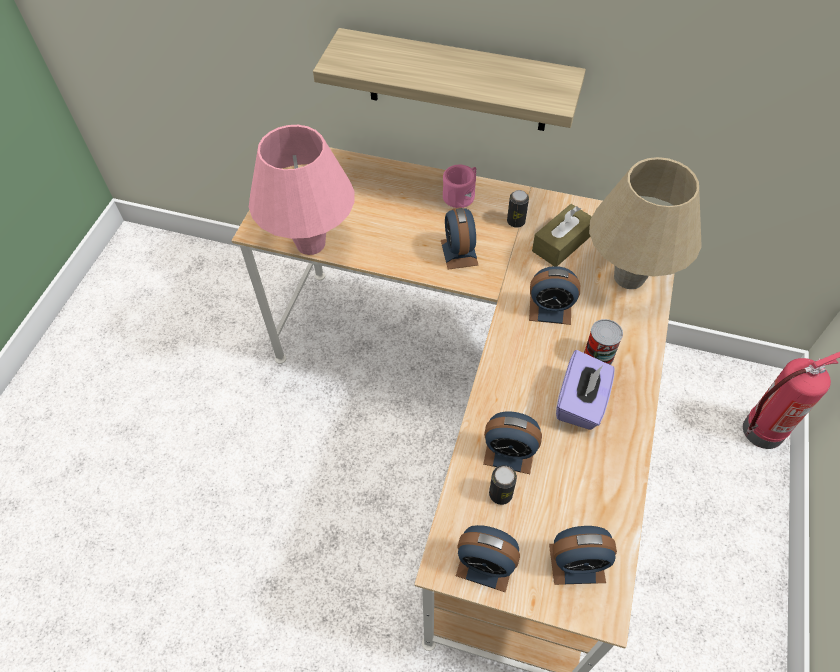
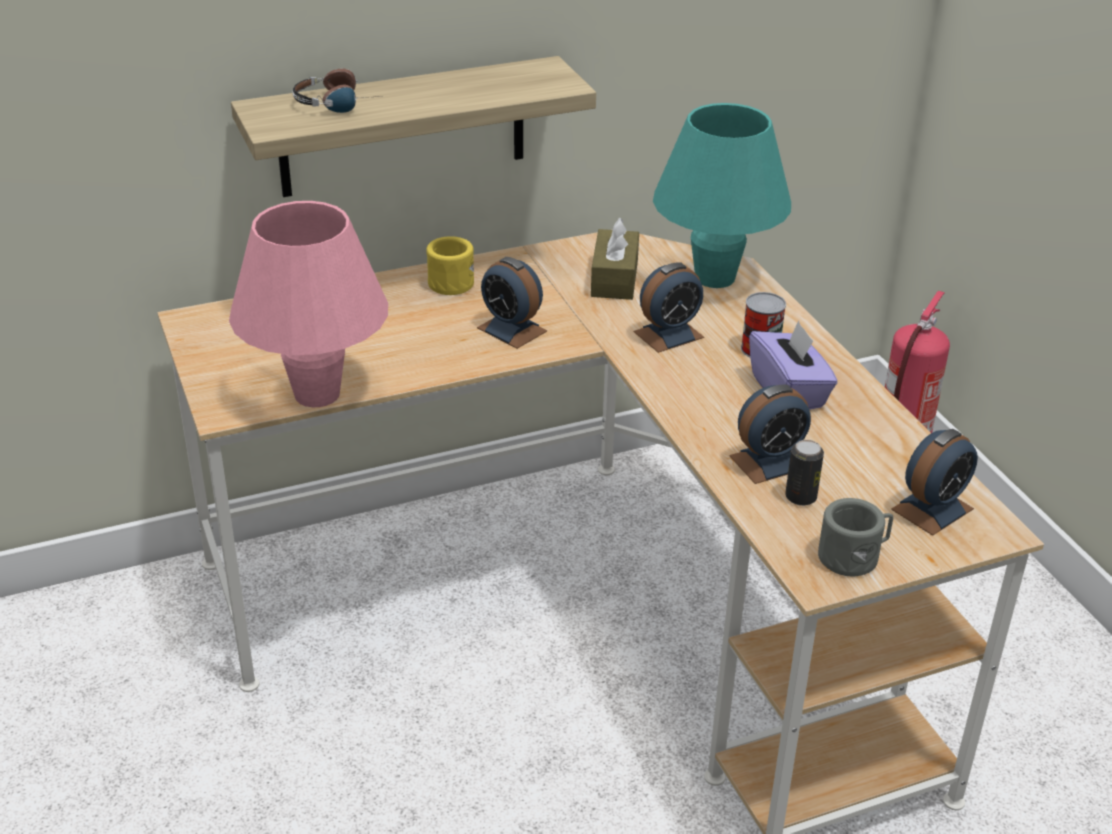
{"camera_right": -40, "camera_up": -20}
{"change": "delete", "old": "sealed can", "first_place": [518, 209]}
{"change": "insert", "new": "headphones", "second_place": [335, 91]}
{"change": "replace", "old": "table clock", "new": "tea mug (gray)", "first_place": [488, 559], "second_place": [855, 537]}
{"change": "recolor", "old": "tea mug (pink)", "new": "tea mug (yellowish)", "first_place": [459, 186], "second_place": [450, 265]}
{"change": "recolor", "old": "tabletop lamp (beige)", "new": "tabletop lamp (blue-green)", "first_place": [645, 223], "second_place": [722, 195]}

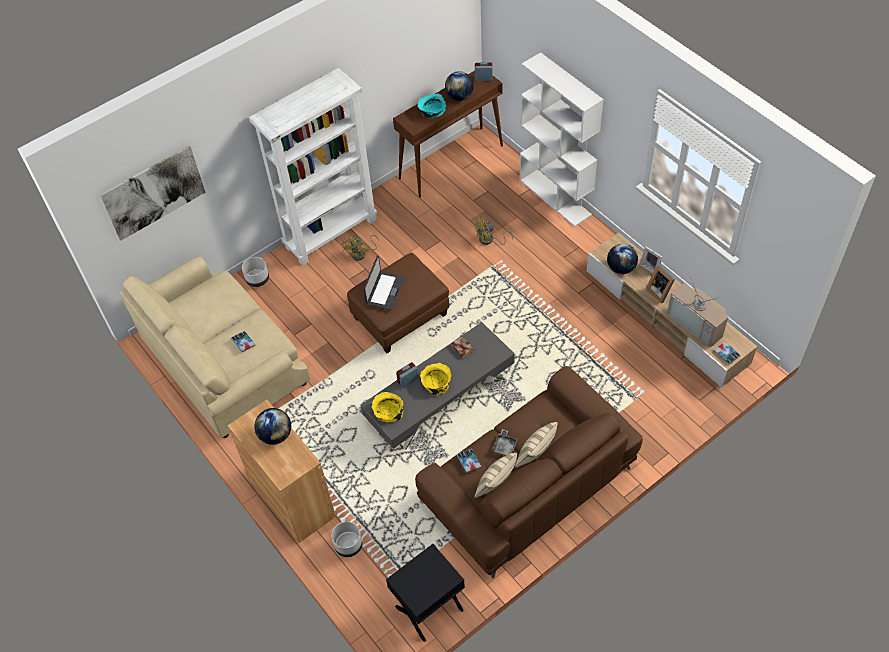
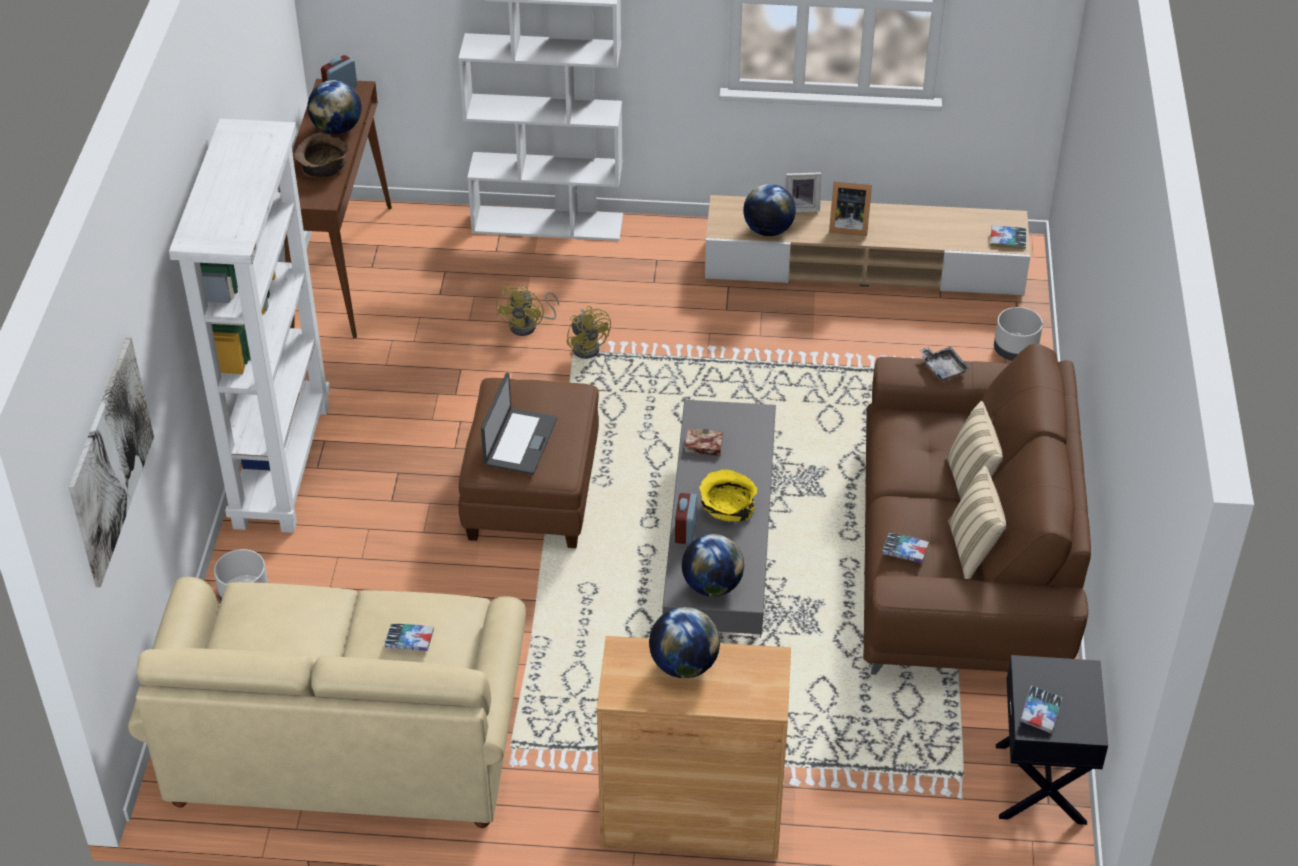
{"camera_right": -50, "camera_up": -10}
{"change": "delete", "old": "television", "first_place": [698, 312]}
{"change": "insert", "new": "bound book", "second_place": [1041, 709]}
{"change": "move", "old": "plant pot (gray)", "first_place": [347, 539], "second_place": [1018, 334]}
{"change": "move", "old": "cooling fan (yellowish)", "first_place": [361, 248], "second_place": [589, 332]}
{"change": "move", "old": "serving tray (gray)", "first_place": [505, 442], "second_place": [944, 364]}
{"change": "replace", "old": "serving bowl (yellowish)", "new": "desk globe", "first_place": [387, 407], "second_place": [713, 565]}
{"change": "recolor", "old": "serving bowl (blue-green)", "new": "serving bowl (brown)", "first_place": [432, 106], "second_place": [321, 154]}
{"change": "rotate", "old": "notebook computer", "first_place": [384, 282], "second_place": [519, 424], "degrees": 45}

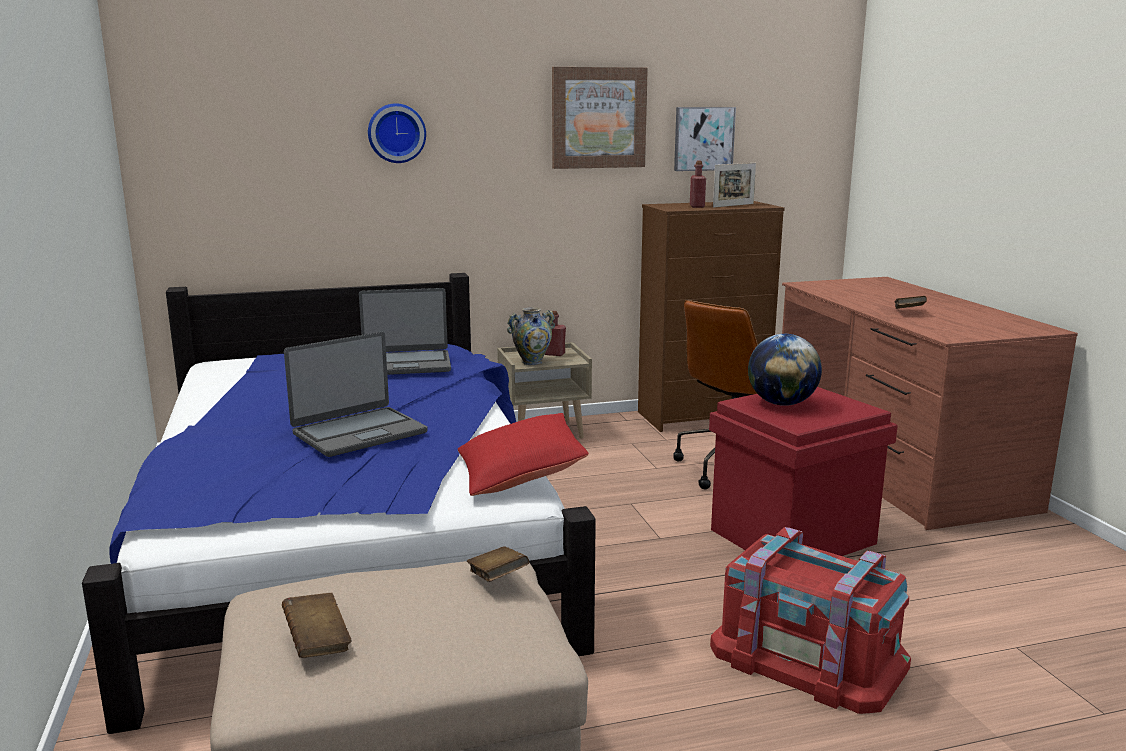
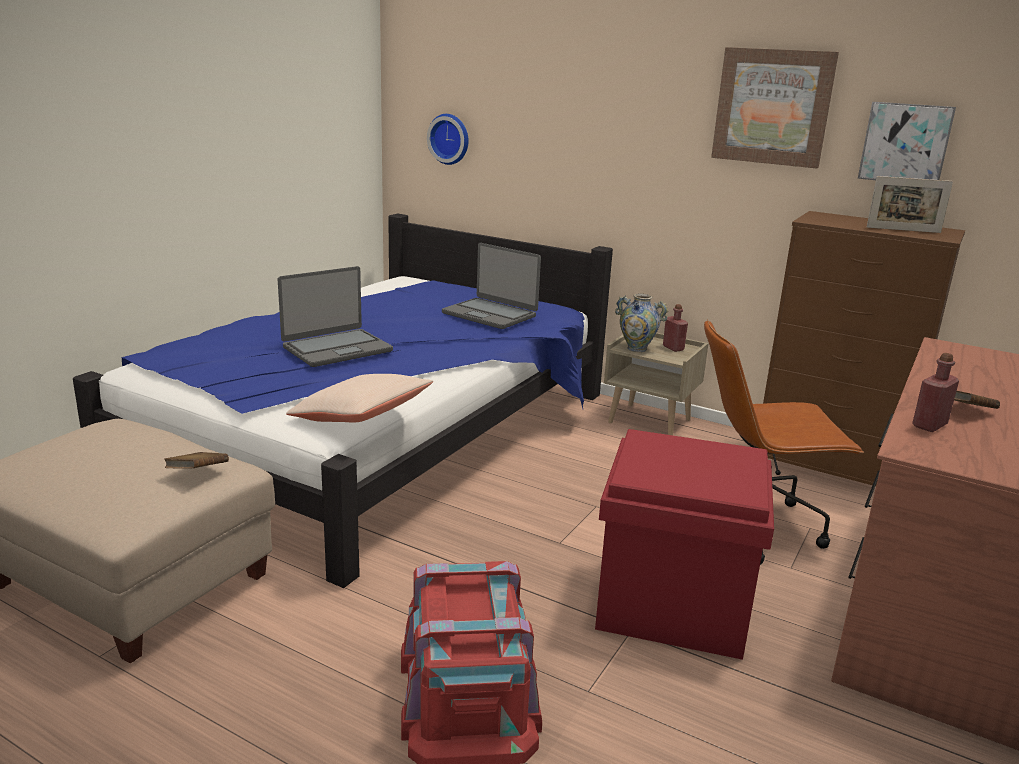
{"camera_right": 45, "camera_up": 5}
{"change": "delete", "old": "bound book (brown)", "first_place": [316, 625]}
{"change": "delete", "old": "desk globe", "first_place": [785, 370]}
{"change": "move", "old": "hanging clock", "first_place": [397, 133], "second_place": [447, 139]}
{"change": "move", "old": "drink bottle (red-coloured)", "first_place": [698, 184], "second_place": [935, 392]}
{"change": "recolor", "old": "throw pillow (red-coloured)", "new": "throw pillow (beige)", "first_place": [523, 454], "second_place": [359, 398]}
{"change": "rotate", "old": "notebook computer", "first_place": [356, 394], "second_place": [335, 316], "degrees": -45}

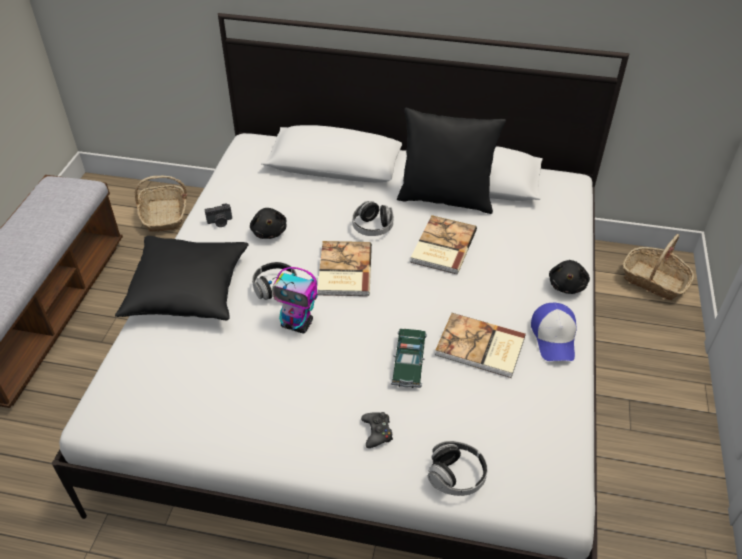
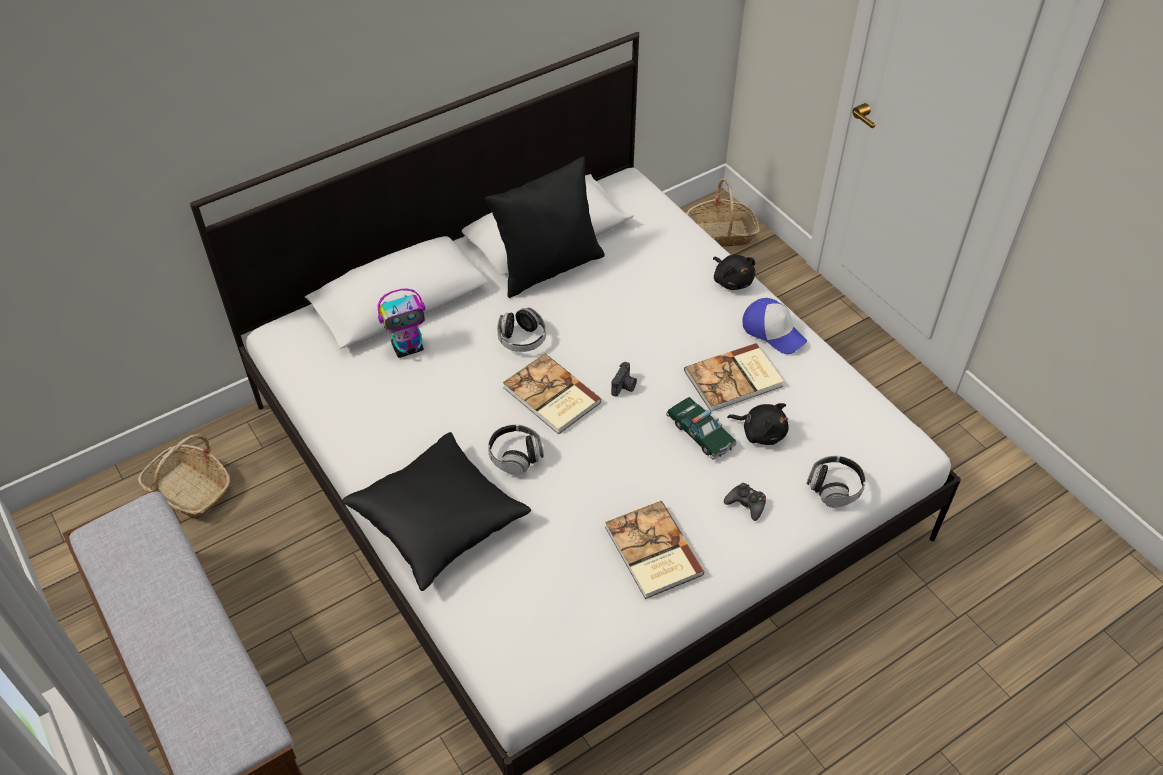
{"camera_right": -45, "camera_up": 5}
{"change": "move", "old": "still camera", "first_place": [218, 215], "second_place": [624, 379]}
{"change": "move", "old": "plush toy (black-coloured)", "first_place": [268, 223], "second_place": [757, 424]}
{"change": "move", "old": "toy robot", "first_place": [293, 300], "second_place": [402, 323]}
{"change": "move", "old": "bound book", "first_place": [443, 244], "second_place": [655, 550]}

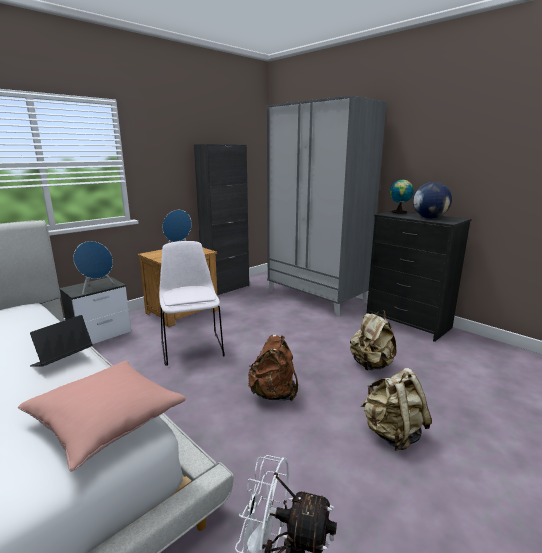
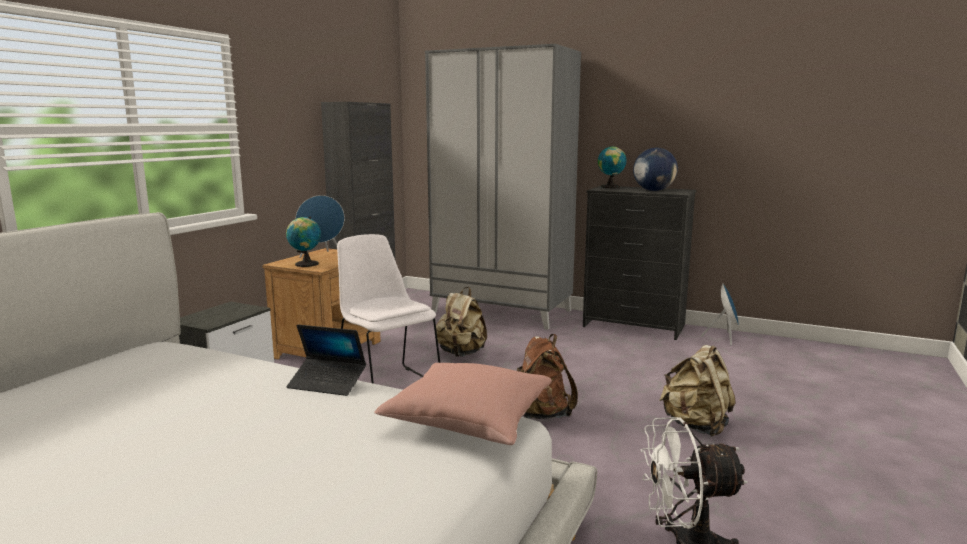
{"camera_right": -20, "camera_up": -5}
{"change": "insert", "new": "desk globe", "second_place": [303, 242]}
{"change": "move", "old": "loudspeaker (blue)", "first_place": [94, 267], "second_place": [720, 315]}
{"change": "move", "old": "knapsack (beige)", "first_place": [373, 340], "second_place": [461, 322]}
{"change": "rotate", "old": "notebook computer", "first_place": [61, 341], "second_place": [326, 360], "degrees": -90}

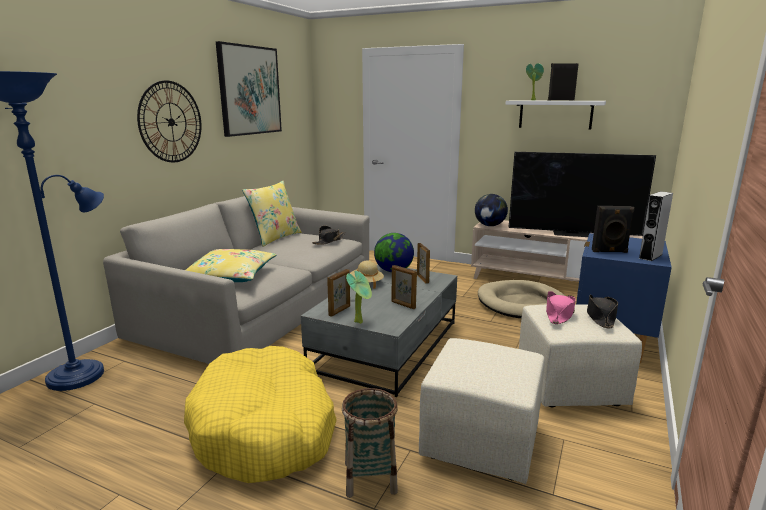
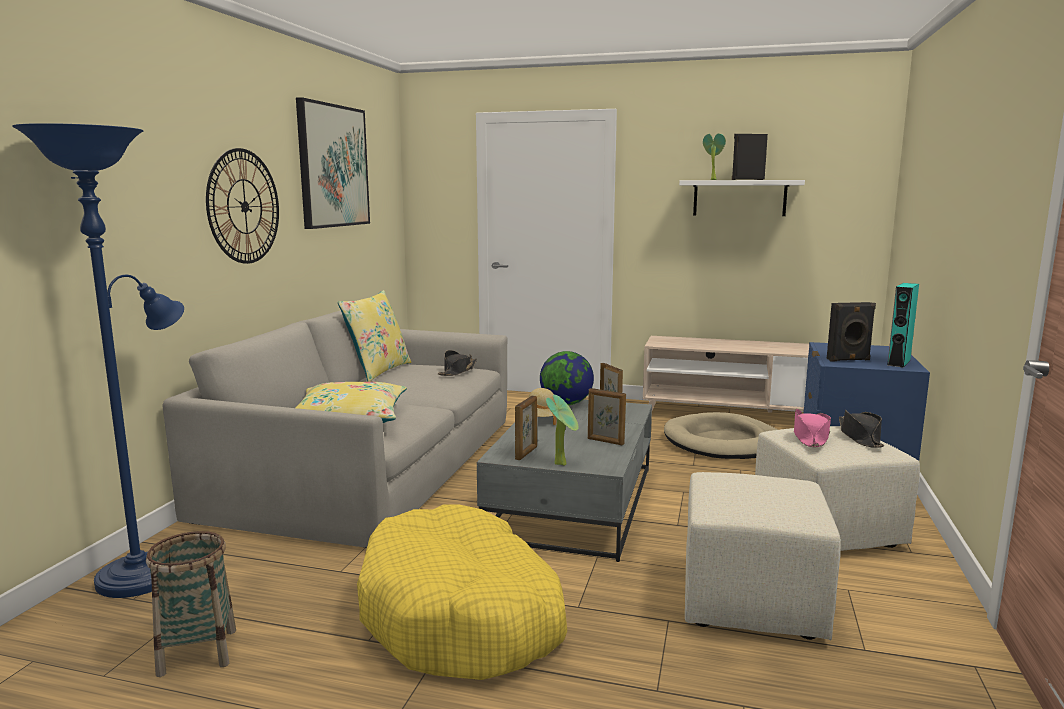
{"camera_right": -10, "camera_up": -5}
{"change": "delete", "old": "desk globe", "first_place": [491, 210]}
{"change": "delete", "old": "television", "first_place": [582, 194]}
{"change": "move", "old": "storage basket", "first_place": [370, 443], "second_place": [191, 604]}
{"change": "recolor", "old": "loudspeaker (gray)", "new": "loudspeaker (blue-green)", "first_place": [656, 226], "second_place": [903, 325]}

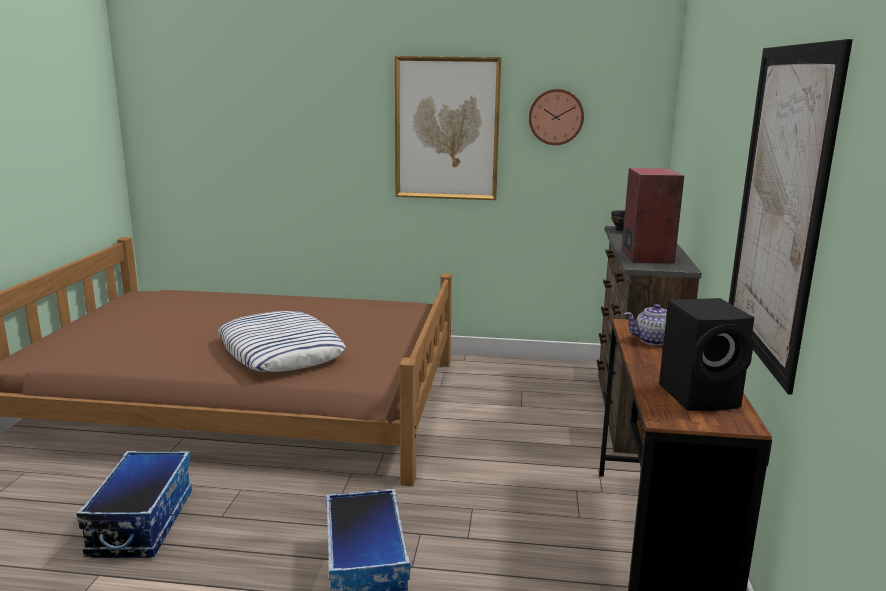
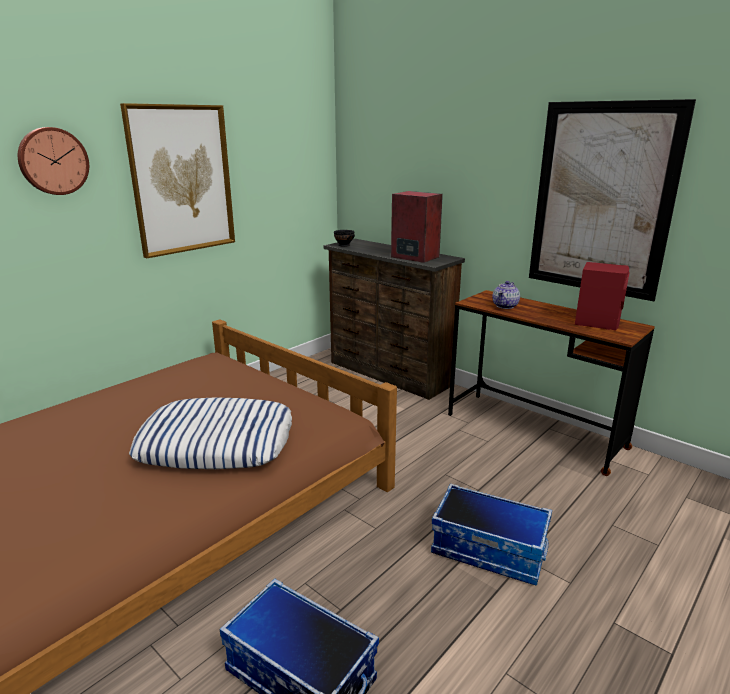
{"camera_right": -55, "camera_up": 5}
{"change": "move", "old": "hanging clock", "first_place": [556, 117], "second_place": [53, 161]}
{"change": "recolor", "old": "loudspeaker (black-coloured)", "new": "loudspeaker (red-coloured)", "first_place": [707, 354], "second_place": [602, 296]}

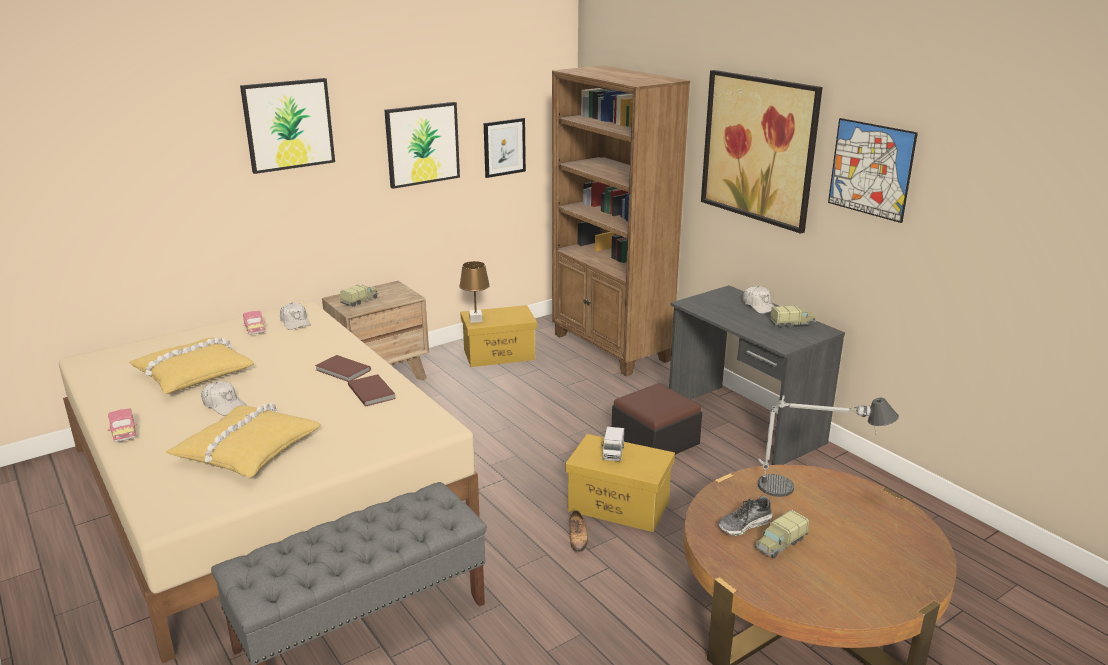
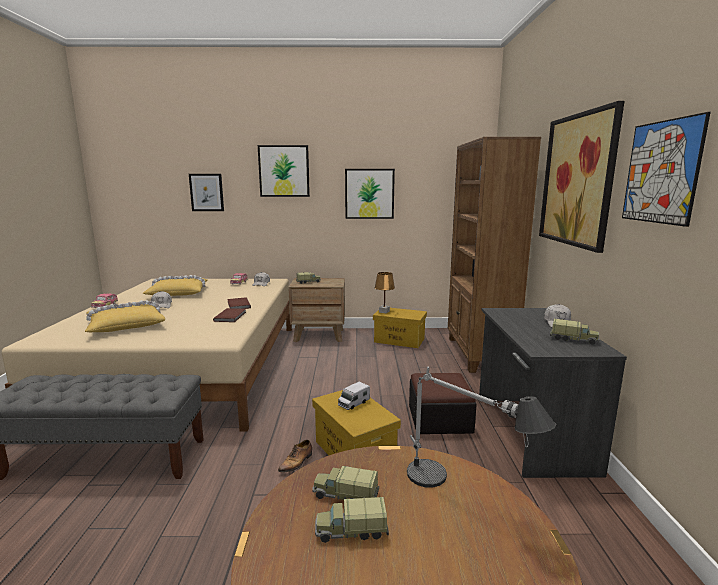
{"camera_right": 35, "camera_up": -10}
{"change": "move", "old": "wall picture", "first_place": [505, 148], "second_place": [206, 192]}
{"change": "replace", "old": "item of footwear", "new": "toy truck", "first_place": [745, 516], "second_place": [346, 483]}

